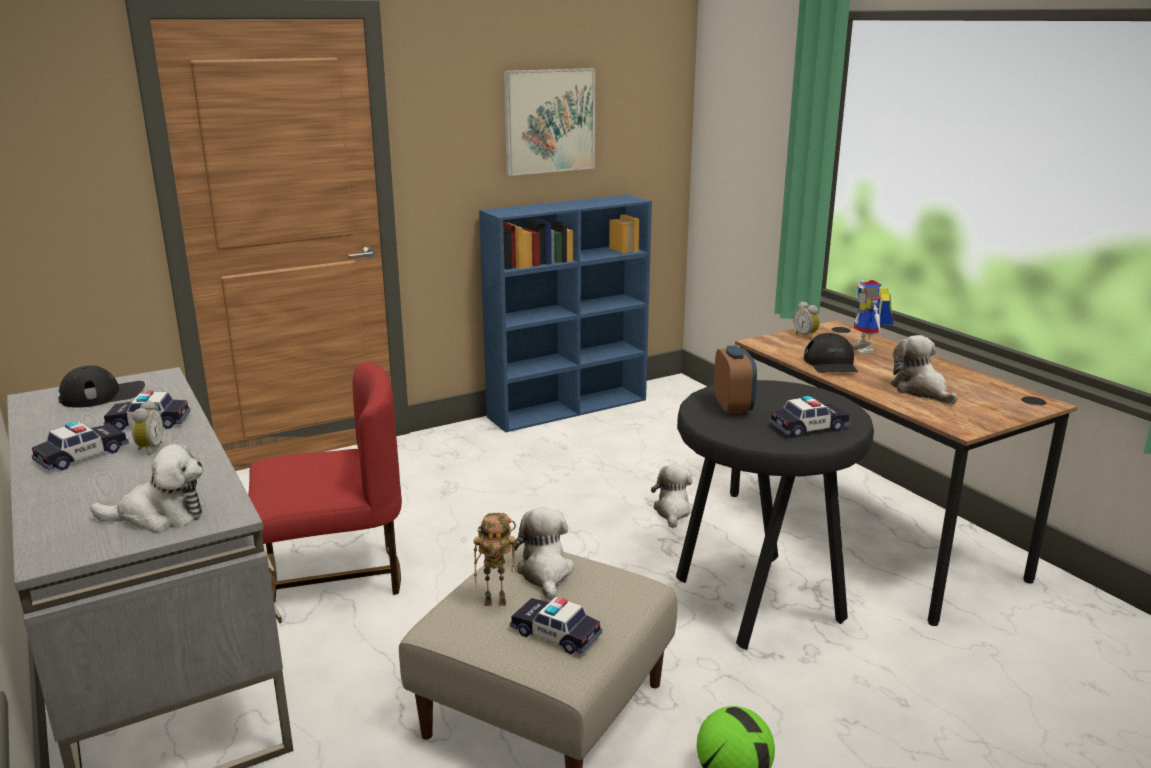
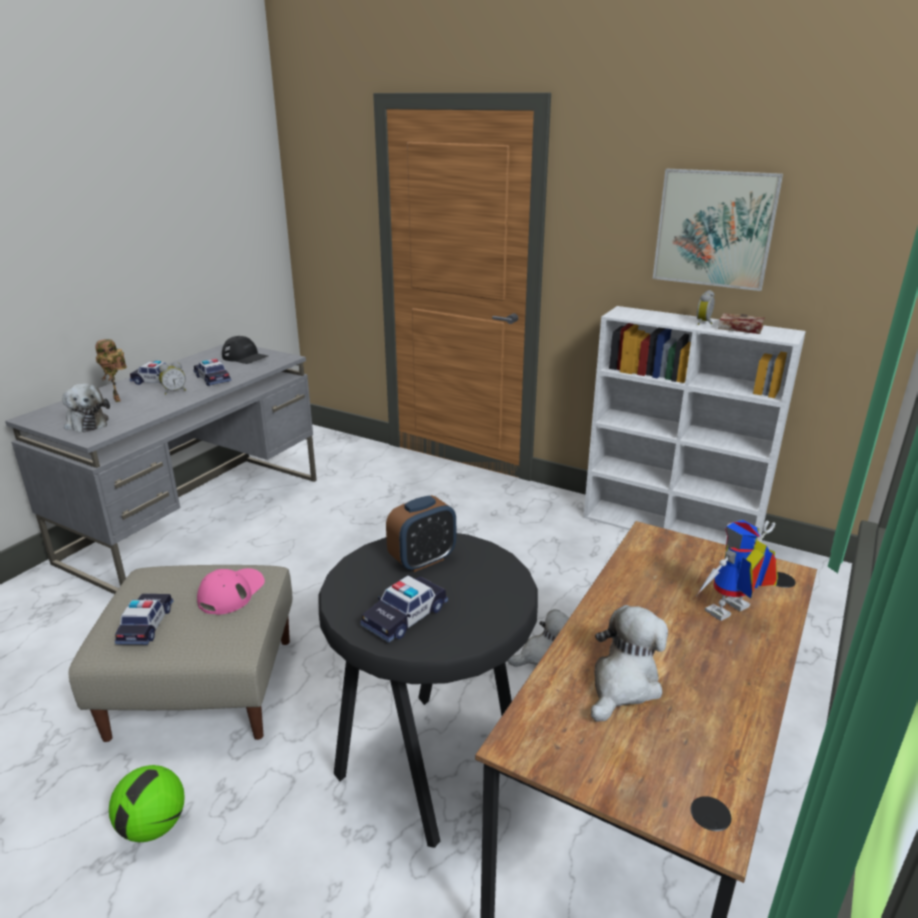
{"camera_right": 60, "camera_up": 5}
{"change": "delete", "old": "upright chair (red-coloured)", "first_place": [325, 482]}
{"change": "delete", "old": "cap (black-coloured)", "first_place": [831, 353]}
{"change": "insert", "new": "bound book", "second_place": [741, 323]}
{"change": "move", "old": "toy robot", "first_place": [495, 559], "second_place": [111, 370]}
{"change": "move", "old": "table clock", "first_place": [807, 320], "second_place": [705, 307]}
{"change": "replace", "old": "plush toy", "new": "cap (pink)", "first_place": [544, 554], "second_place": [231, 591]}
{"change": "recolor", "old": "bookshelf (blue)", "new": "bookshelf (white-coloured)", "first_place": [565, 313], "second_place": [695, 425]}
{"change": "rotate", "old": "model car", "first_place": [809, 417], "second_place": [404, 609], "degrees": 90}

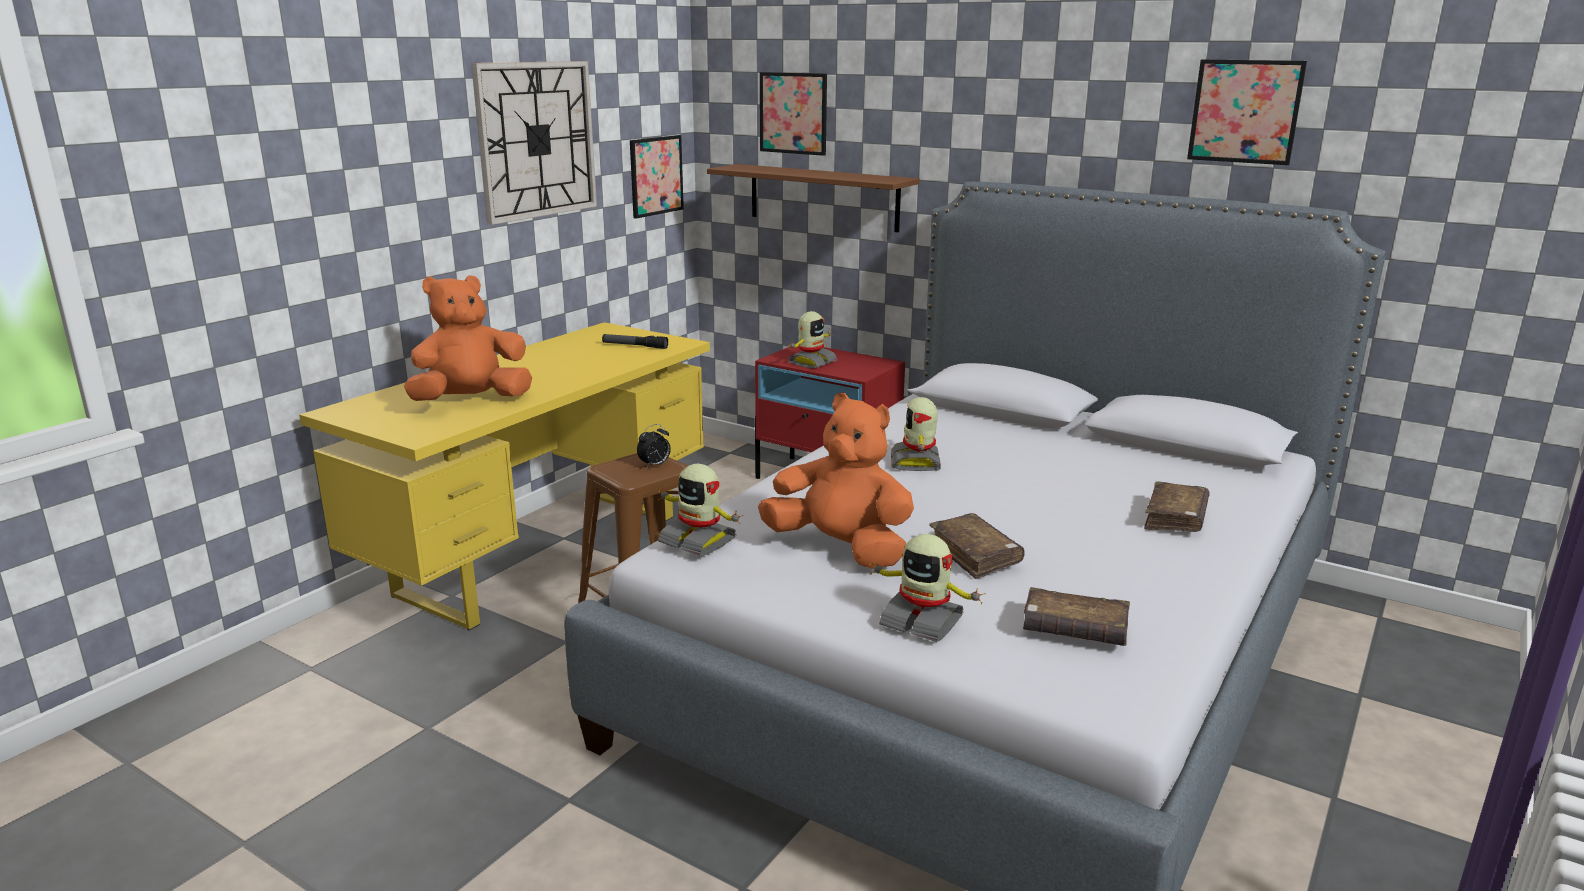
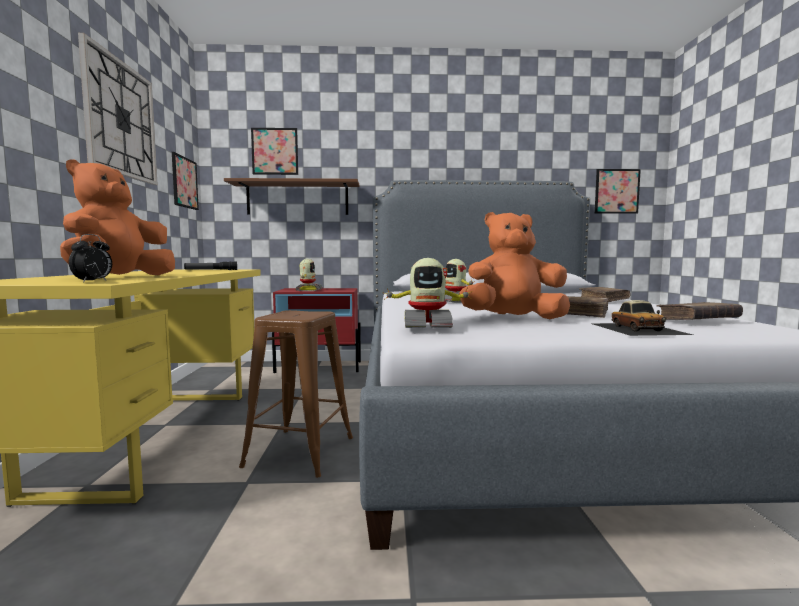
{"camera_right": -35, "camera_up": -15}
{"change": "move", "old": "table clock", "first_place": [654, 446], "second_place": [90, 258]}
{"change": "move", "old": "wall picture", "first_place": [1247, 112], "second_place": [618, 191]}
{"change": "replace", "old": "toy robot", "new": "model car", "first_place": [927, 588], "second_place": [641, 318]}

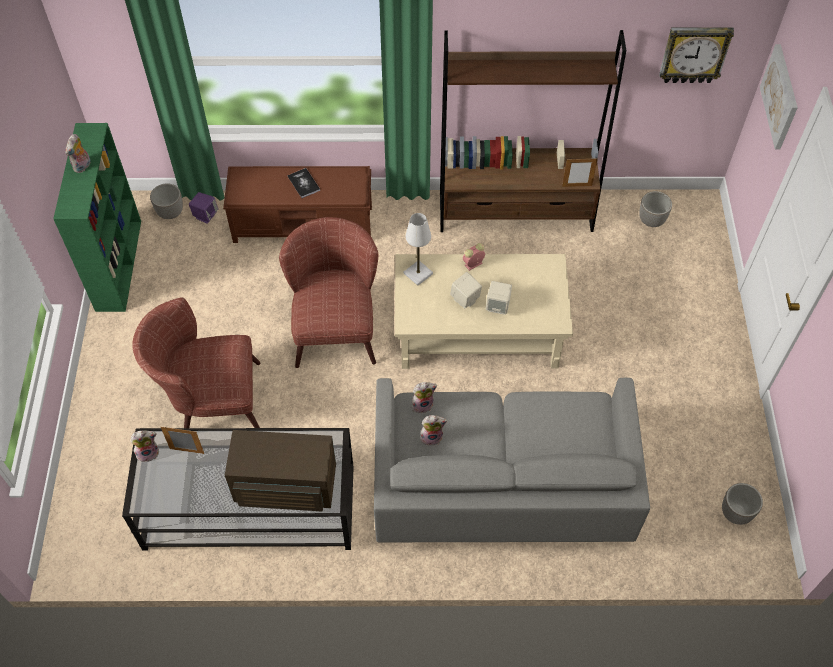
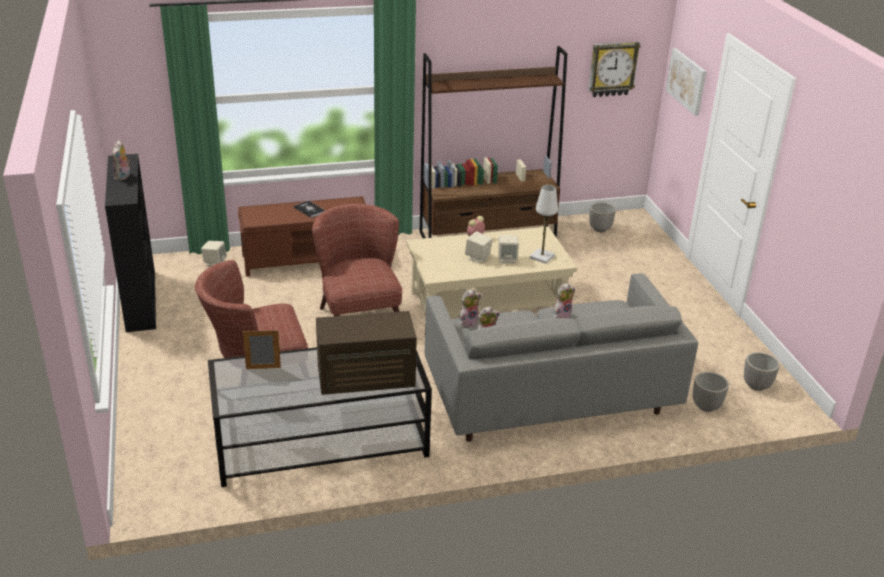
{"camera_right": -15, "camera_up": -25}
{"change": "delete", "old": "standing frame", "first_place": [580, 173]}
{"change": "move", "old": "plush toy", "first_place": [144, 446], "second_place": [564, 301]}
{"change": "move", "old": "plant pot", "first_place": [166, 201], "second_place": [711, 392]}
{"change": "move", "old": "tabletop lamp (white-coloured)", "first_place": [418, 249], "second_place": [544, 224]}
{"change": "recolor", "old": "bookshelf (greenish)", "new": "bookshelf (black-coloured)", "first_place": [97, 217], "second_place": [130, 243]}
{"change": "recolor", "old": "loudspeaker (purple)", "new": "loudspeaker (beige)", "first_place": [203, 208], "second_place": [214, 254]}

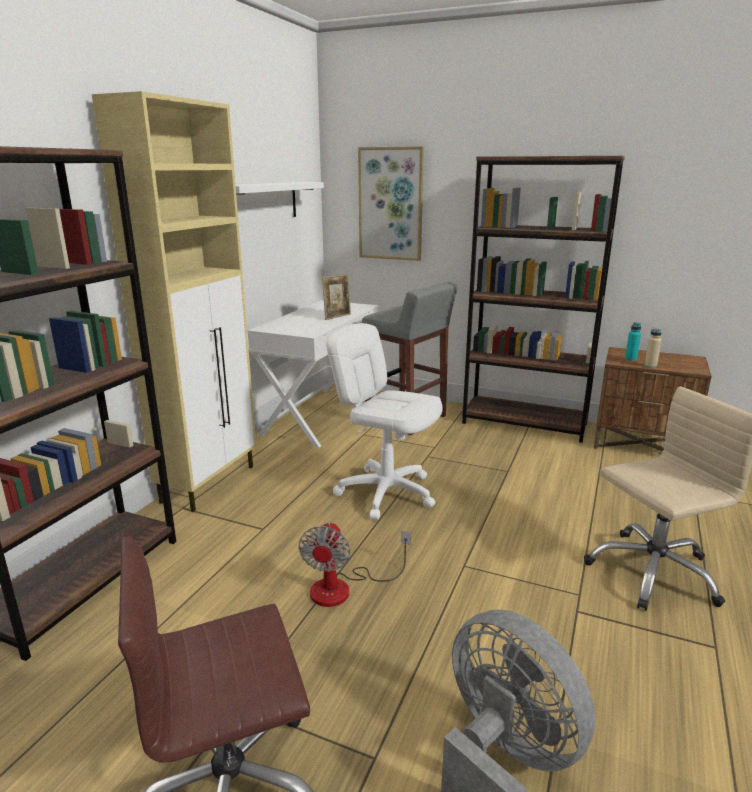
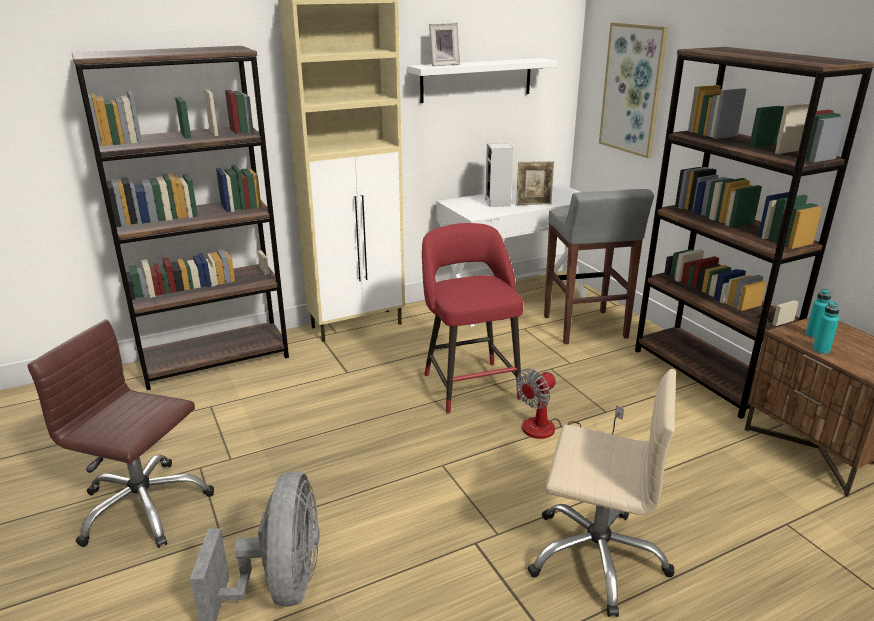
{"camera_right": 40, "camera_up": 5}
{"change": "insert", "new": "standing frame", "second_place": [444, 44]}
{"change": "insert", "new": "loudspeaker", "second_place": [499, 175]}
{"change": "move", "old": "cooling fan", "first_place": [354, 564], "second_place": [570, 404]}
{"change": "replace", "old": "computer chair (white-coloured)", "new": "stool seat (red-coloured)", "first_place": [384, 421], "second_place": [472, 318]}
{"change": "recolor", "old": "drink bottle (beige)", "new": "drink bottle (blue-green)", "first_place": [653, 347], "second_place": [826, 328]}

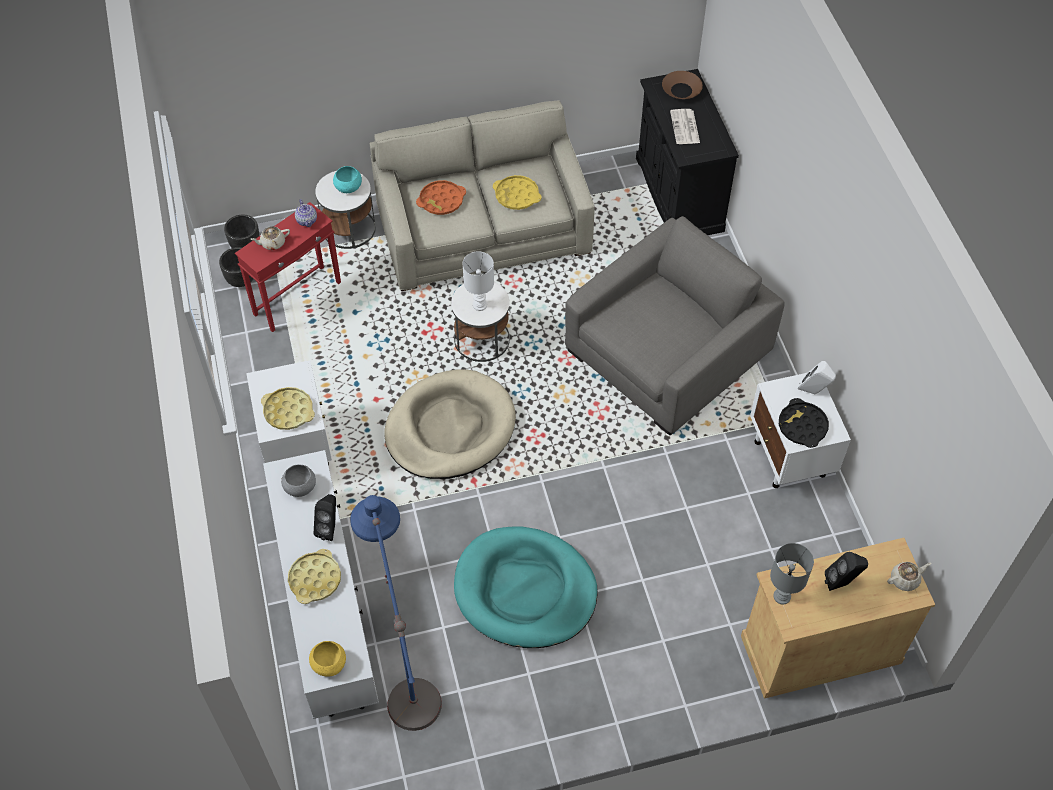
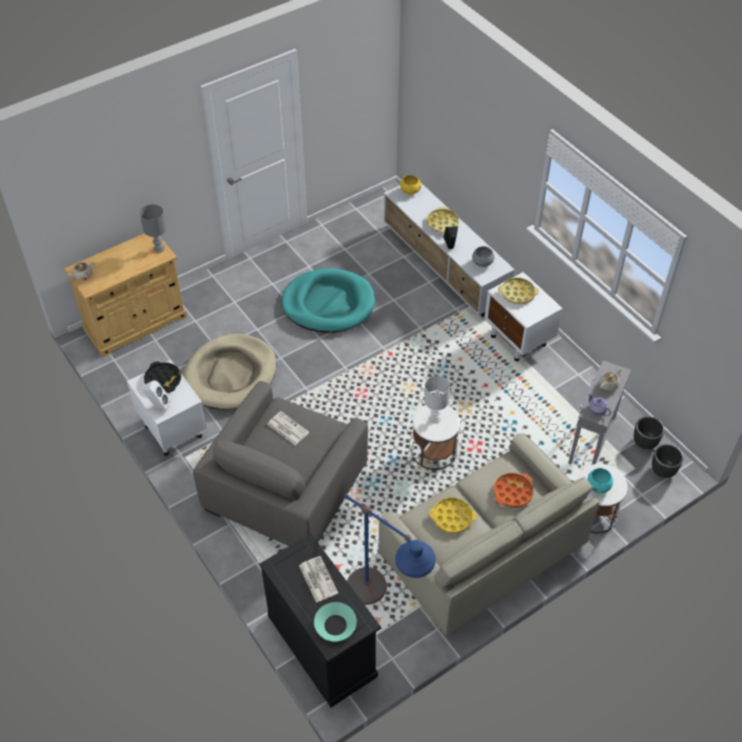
{"camera_right": 160, "camera_up": -5}
{"change": "delete", "old": "loudspeaker (black-coloured)", "first_place": [846, 571]}
{"change": "insert", "new": "daily paper", "second_place": [288, 428]}
{"change": "move", "old": "floor lamp (blue)", "first_place": [396, 613], "second_place": [390, 549]}
{"change": "move", "old": "dog cushion (beige)", "first_place": [450, 424], "second_place": [230, 372]}
{"change": "recolor", "old": "end table (red-coloured)", "new": "end table (gray)", "first_place": [288, 267], "second_place": [599, 412]}
{"change": "recolor", "old": "serving bowl (brown)", "new": "serving bowl (blue-green)", "first_place": [682, 85], "second_place": [335, 621]}

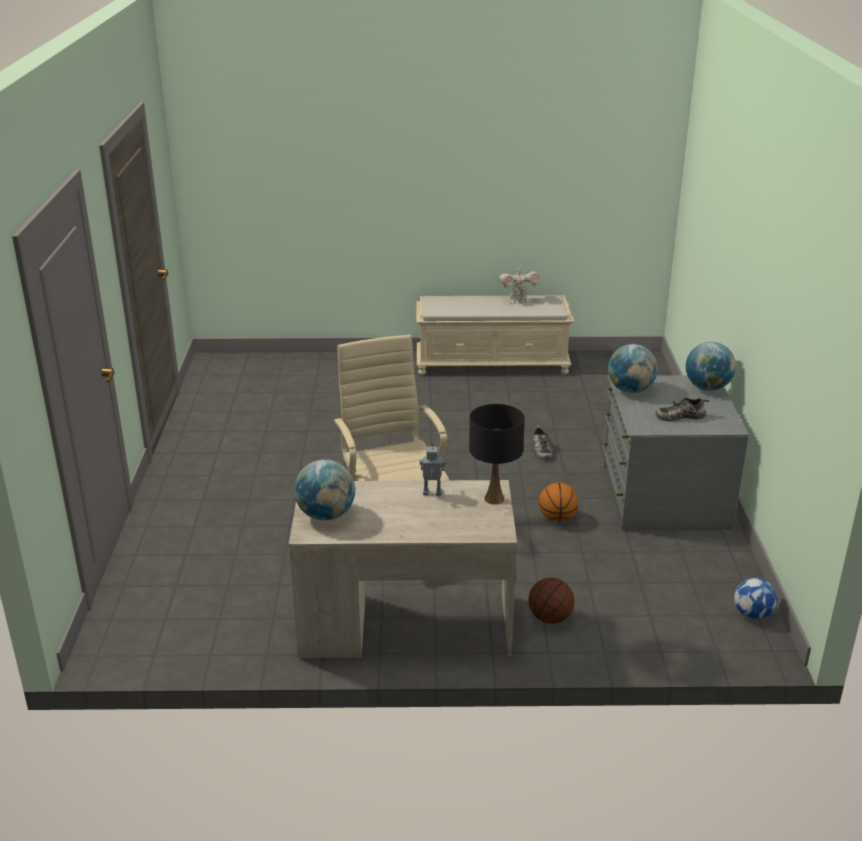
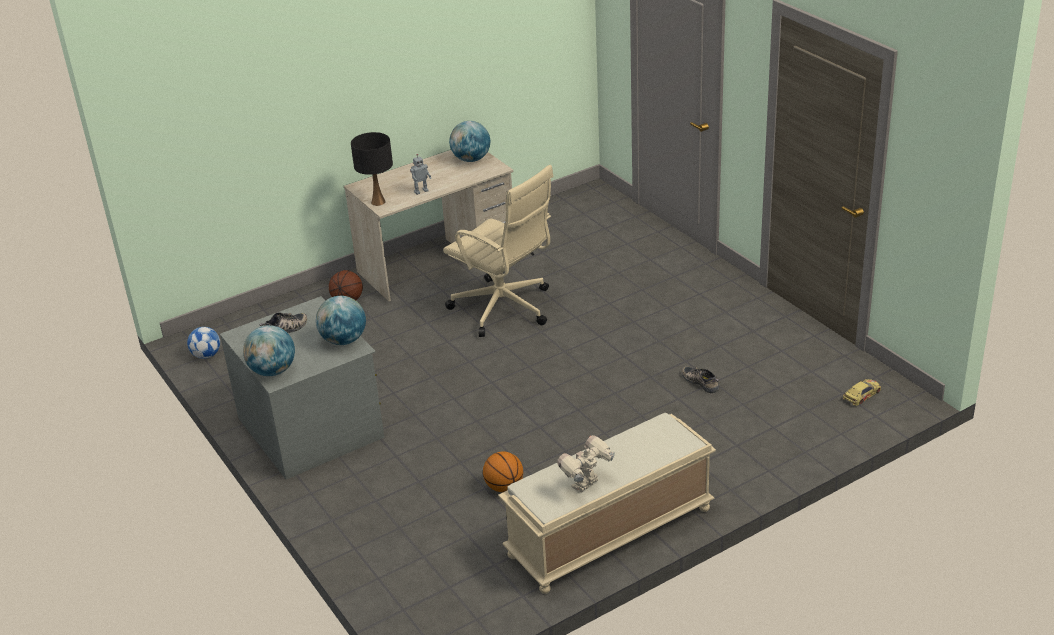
{"camera_right": 150, "camera_up": 5}
{"change": "insert", "new": "model car", "second_place": [862, 392]}
{"change": "move", "old": "item of footwear", "first_place": [542, 442], "second_place": [700, 379]}
{"change": "move", "old": "basketball", "first_place": [558, 502], "second_place": [503, 471]}

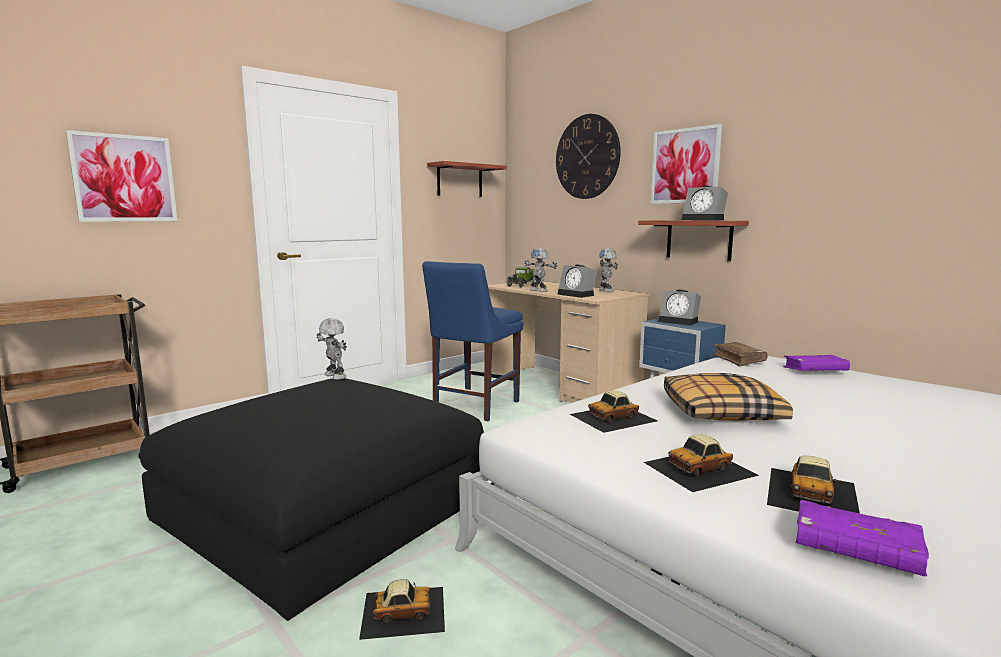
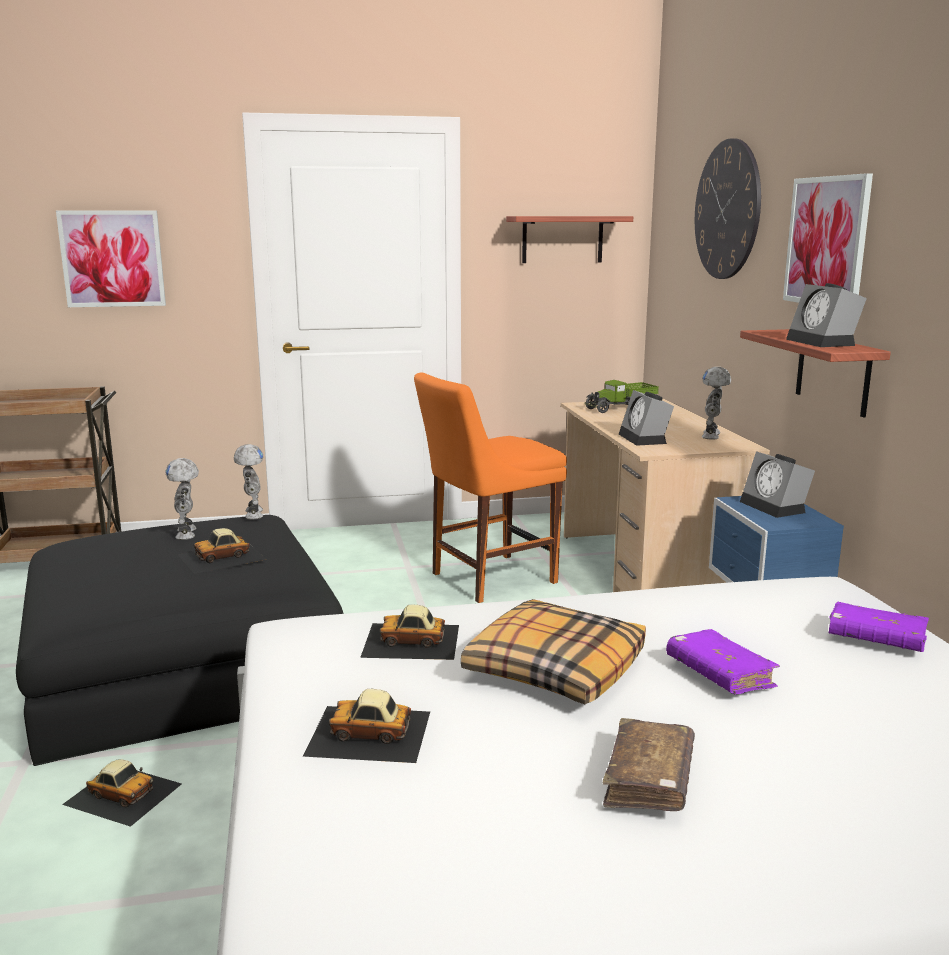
{"camera_right": 30, "camera_up": 5}
{"change": "move", "old": "toy robot", "first_place": [540, 270], "second_place": [182, 499]}
{"change": "move", "old": "bound book (brown)", "first_place": [740, 354], "second_place": [649, 764]}
{"change": "move", "old": "model car", "first_place": [813, 484], "second_place": [222, 551]}
{"change": "move", "old": "bound book (purple)", "first_place": [862, 538], "second_place": [723, 661]}
{"change": "recolor", "old": "upright chair (blue)", "new": "upright chair (orange)", "first_place": [472, 341], "second_place": [490, 488]}

